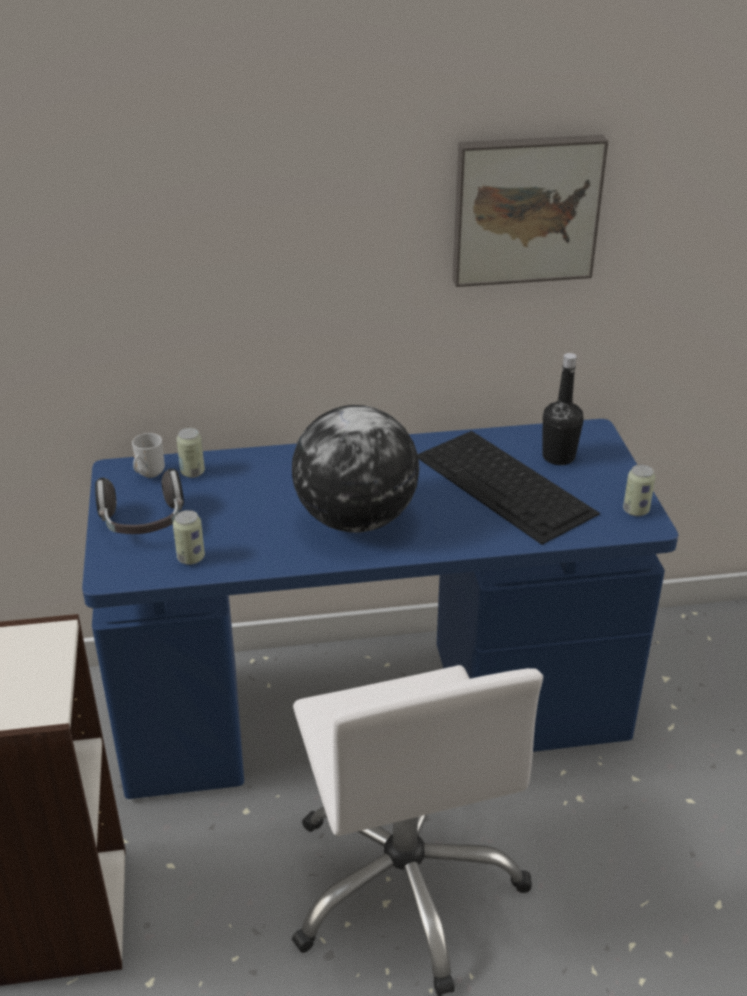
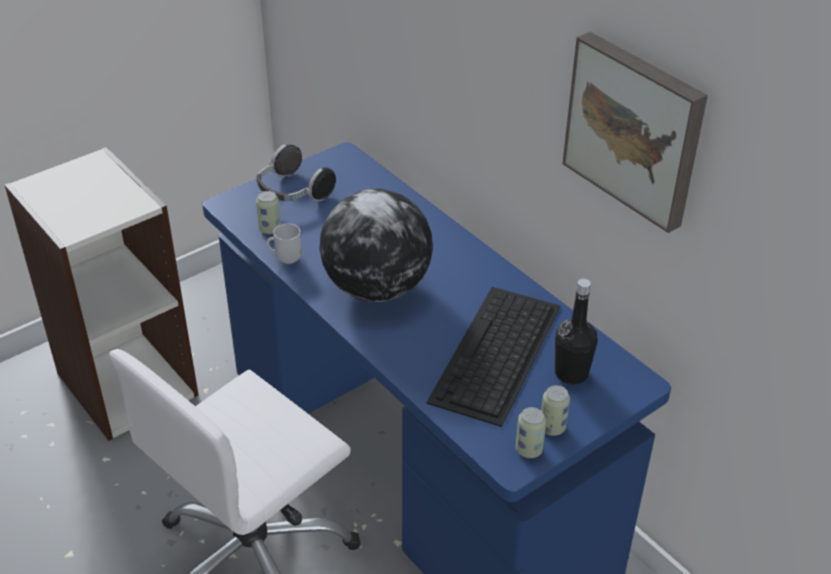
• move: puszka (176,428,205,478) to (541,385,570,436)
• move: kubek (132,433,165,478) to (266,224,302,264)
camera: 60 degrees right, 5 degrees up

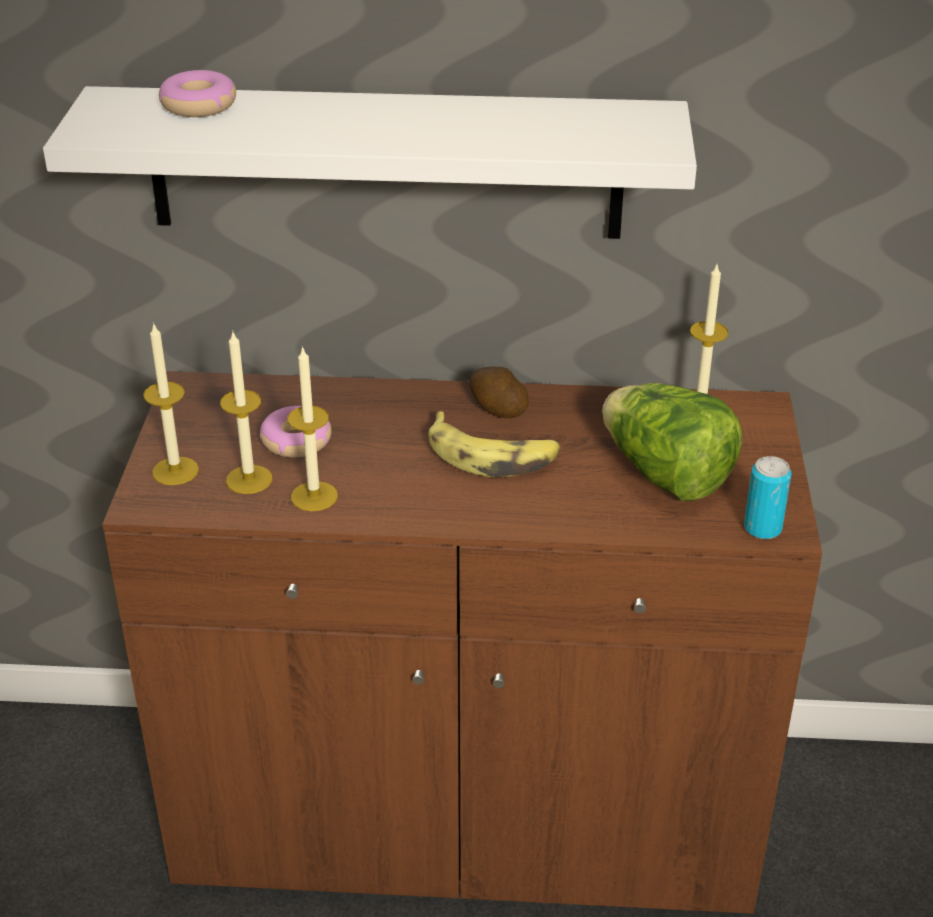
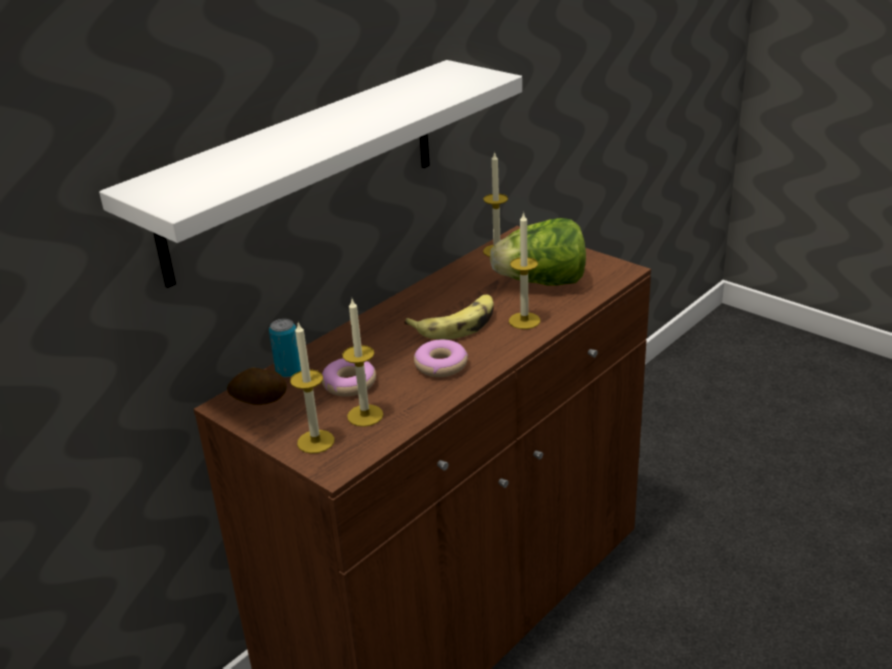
• move: donut (159,70,236,117) to (414,339,468,377)
• move: świeca (287,346,338,511) to (509,212,540,329)
• move: ziemniak (469,367,529,418) to (227,368,287,405)
• move: puszka (744,456,792,539) to (269,319,301,378)
camera: 50 degrees left, 5 degrees down

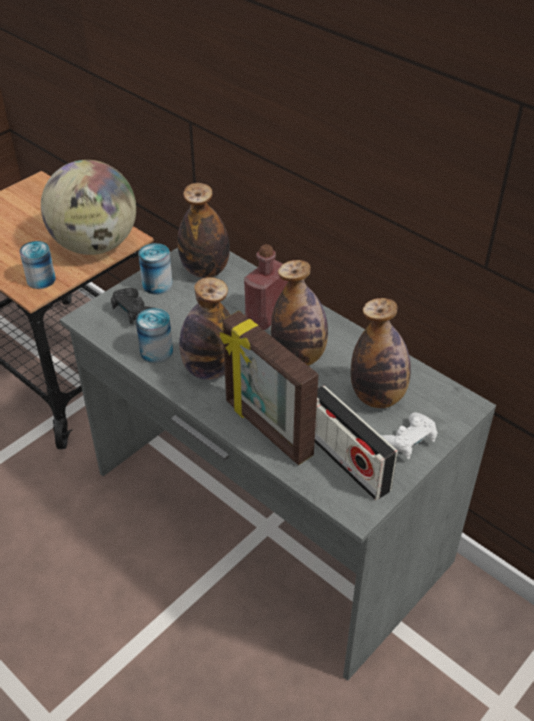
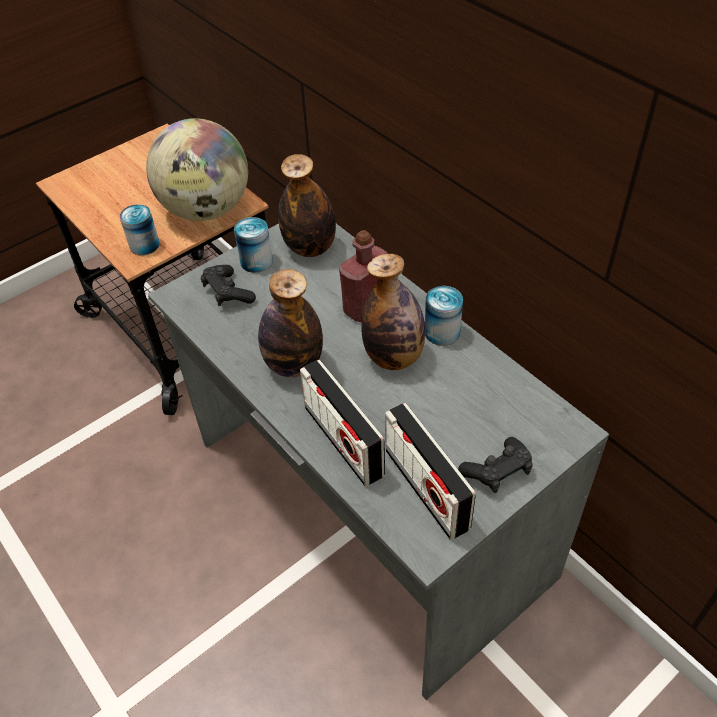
• delete: butelka (351,298,411,408)
• move: puszka (136,308,173,363) to (425,286,463,346)
• replace: ramka na zdjęcie (220,311,318,465) to radio (300,360,385,487)
• recolor: pad do gier/biały (381,412,437,459) to pad do gier/czarny (458,437,533,493)
camera: 10 degrees right, 5 degrees up

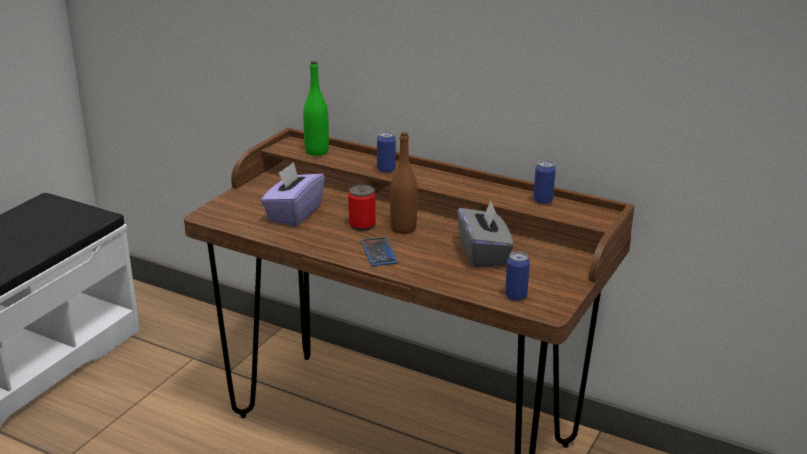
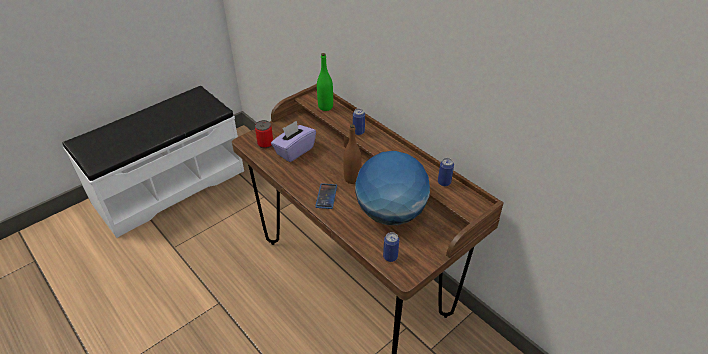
• move: puszka (348,184,375,231) to (255,120,273,149)
• replace: pudełko chusteczek/szary (457,201,514,268) to globus (355,151,430,225)
camera: 20 degrees right, 15 degrees up

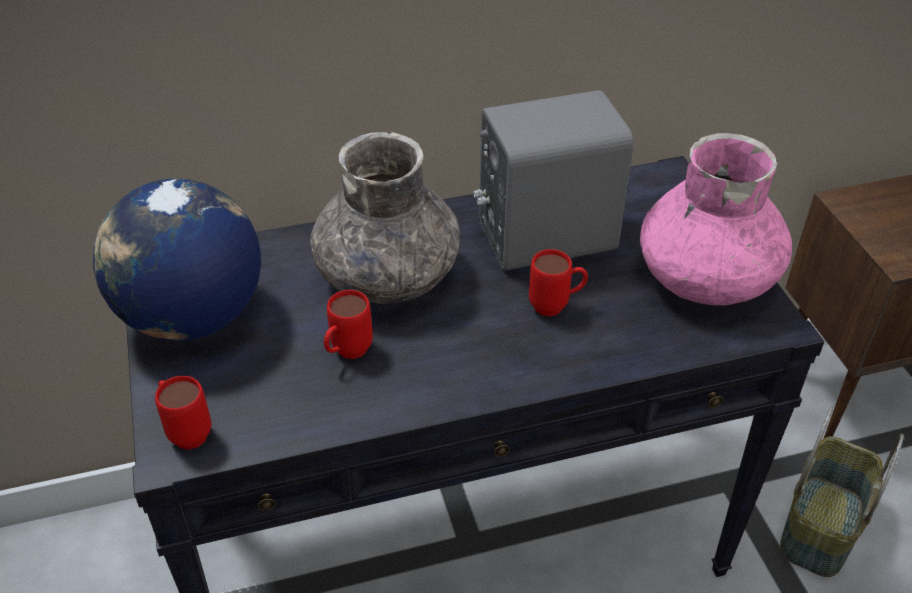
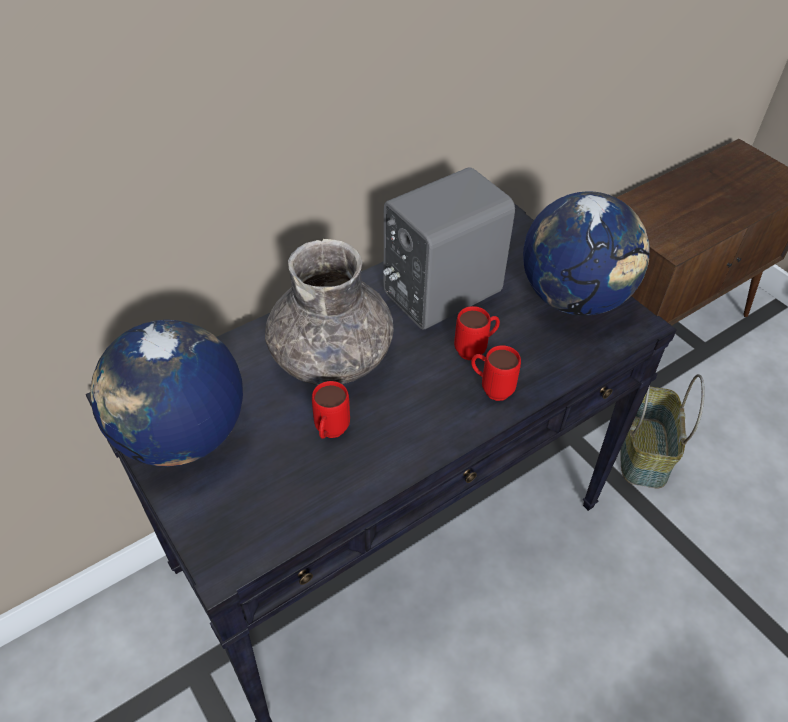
• replace: wazon/różowy (640,133,792,306) to globus (523,191,650,316)
• move: kubek/czerwony (155,376,211,450) to (471,345,521,401)
camera: 20 degrees left, 5 degrees up

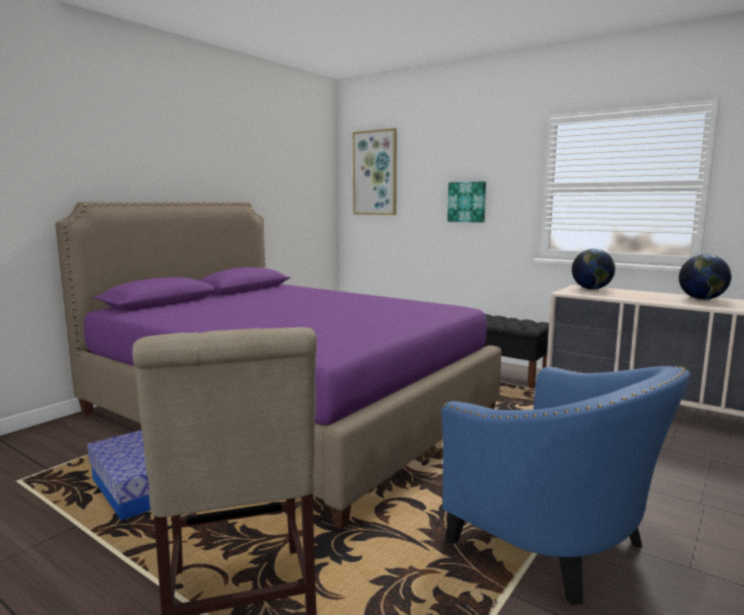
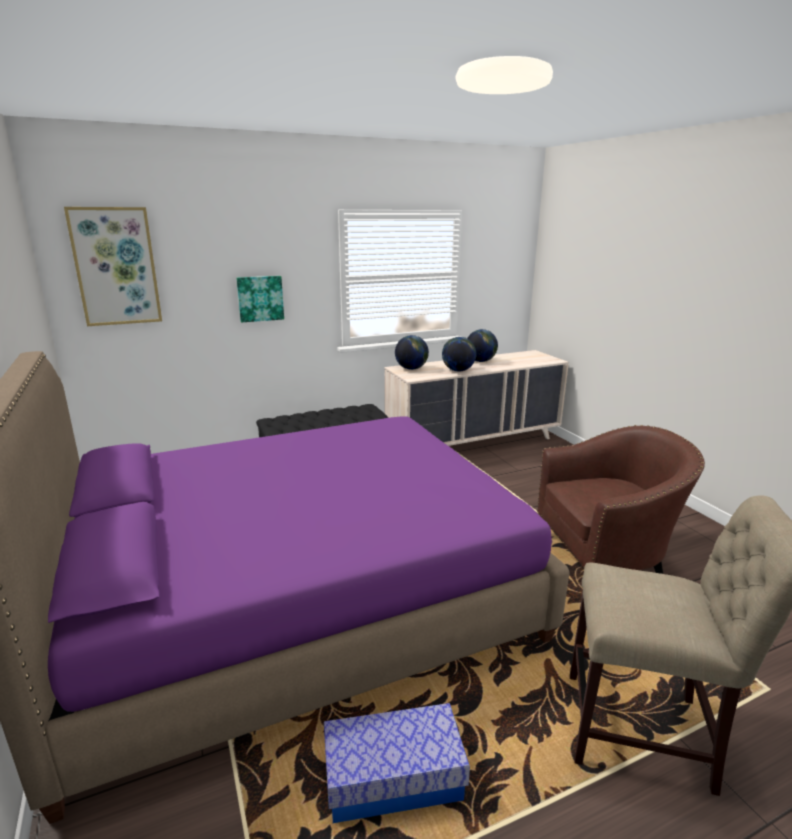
• recolor: fotel/niebieski (441,366,690,605) to fotel/brązowy (537,425,705,574)
• insert: globus (442,337,477,372)
camera: 60 degrees left, 10 degrees up

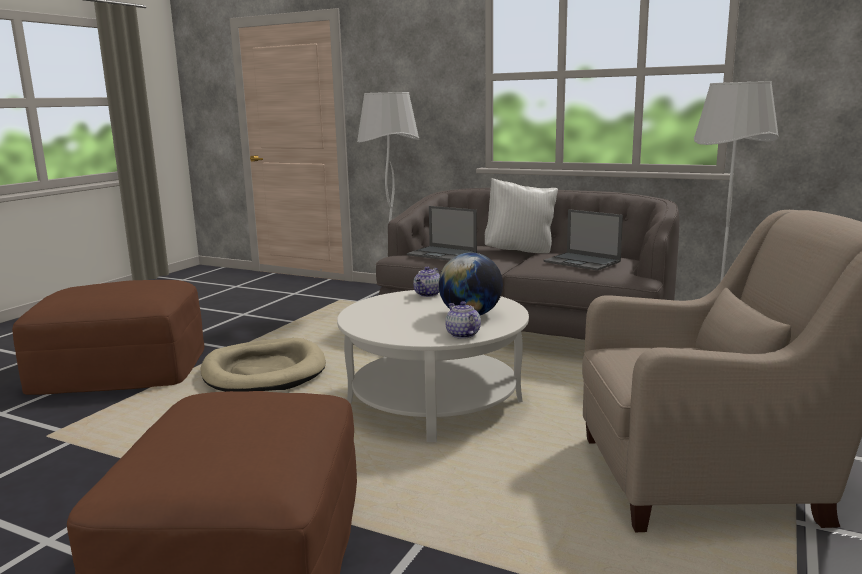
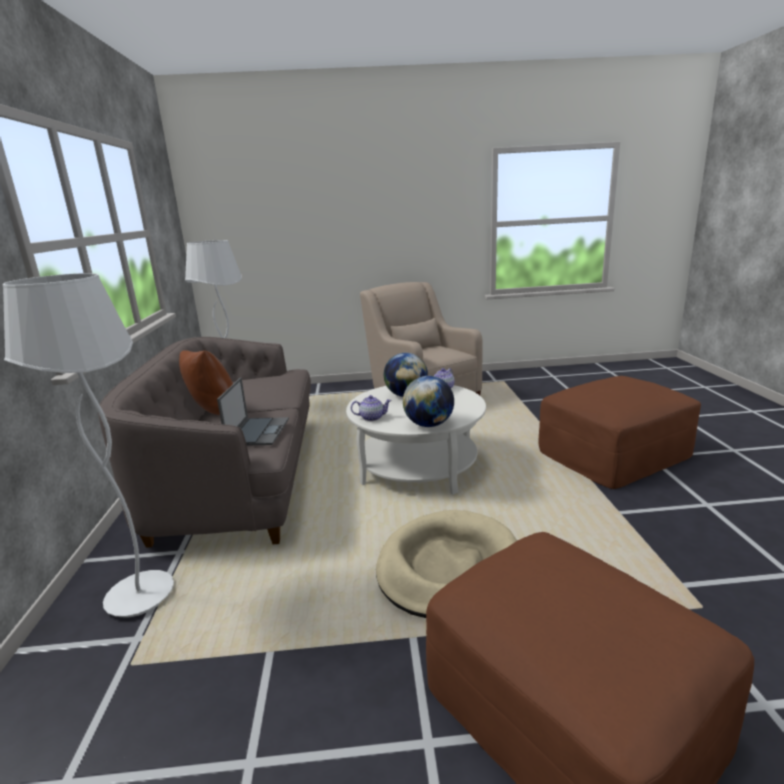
• recolor: poduszka/biały (485,178,558,253) to poduszka/brązowy (179,350,233,415)
• delete: laptop (544,209,623,271)
• insert: globus (403,376,454,427)
camera: 120 degrees left, 5 degrees up

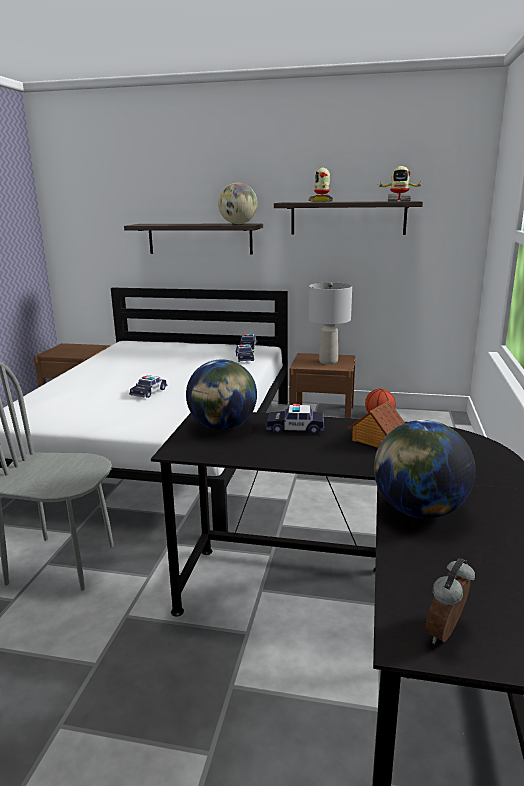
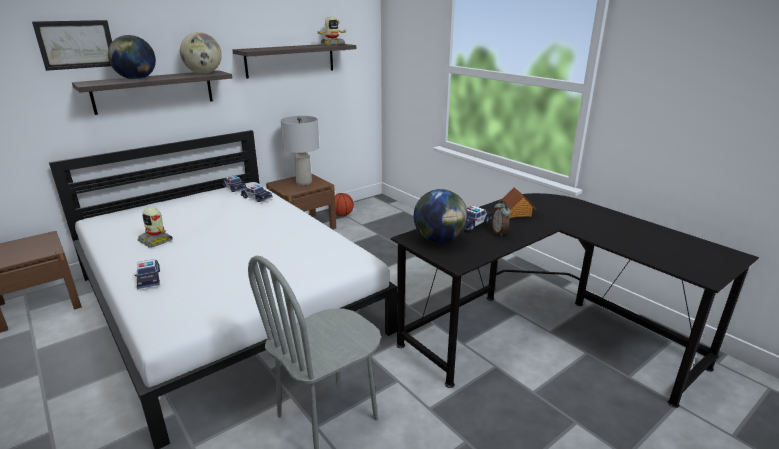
• move: robot zabawkowy (308,168,333,202) to (138,207,173,247)
• move: samochodzik (129,375,167,398) to (135,259,160,289)
• move: globus (374,420,476,518) to (108,35,156,80)
• move: budzik (425,558,475,644) to (492,201,511,236)
• insert: obraz (32,20,112,71)
camera: 50 degrees left, 5 degrees up

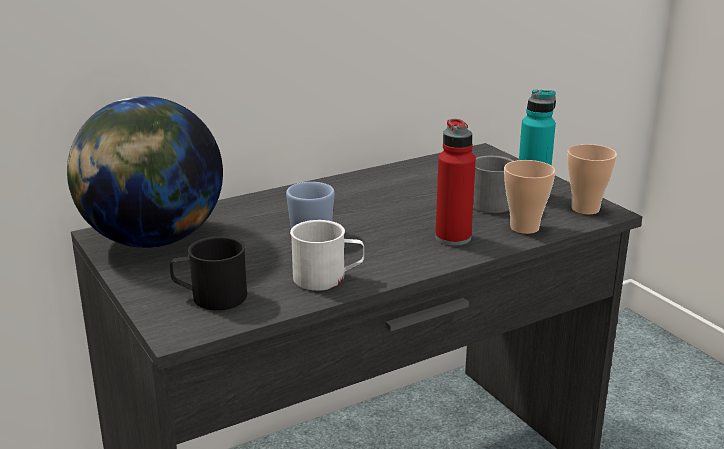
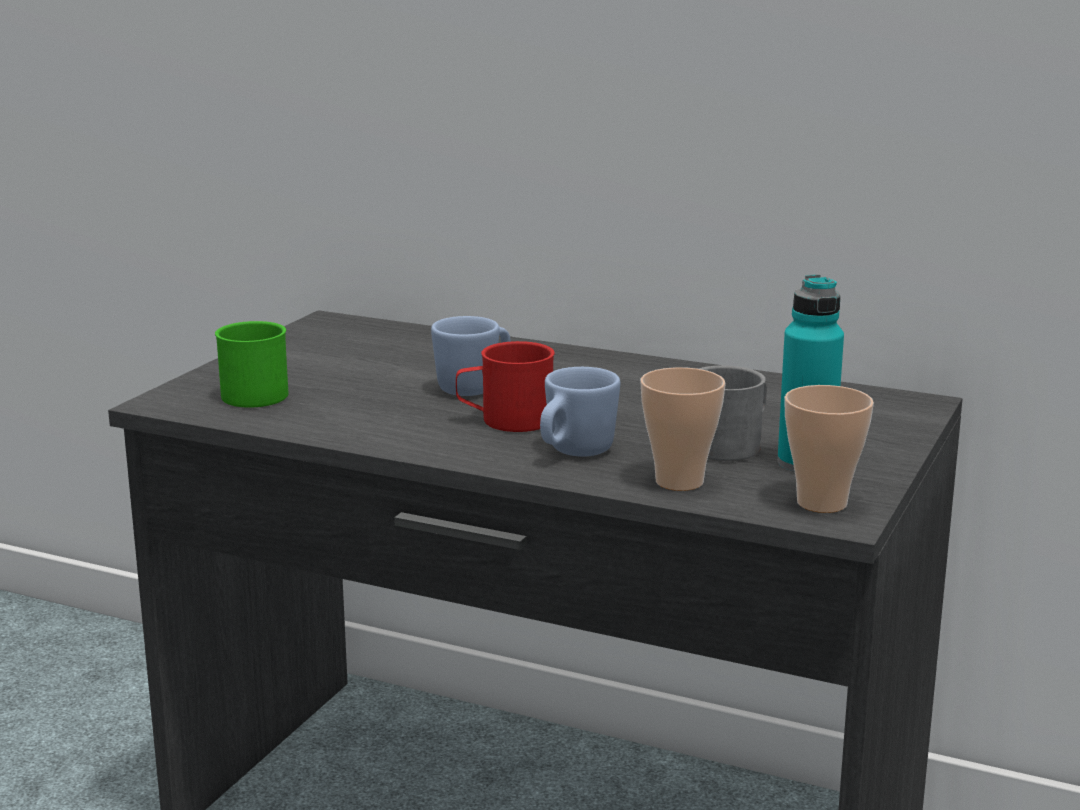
• delete: globus (67,96,223,248)
• replace: butelka/czerwony (435,119,476,246) to kubek/niebieski (540,367,620,457)
• delete: kubek/biały (290,220,364,291)
• recolor: kubek/czarny (170,236,247,310) to kubek/zielony (215,321,288,408)
• insert: kubek/czerwony (456,341,555,432)
camera: 55 degrees right, 5 degrees down

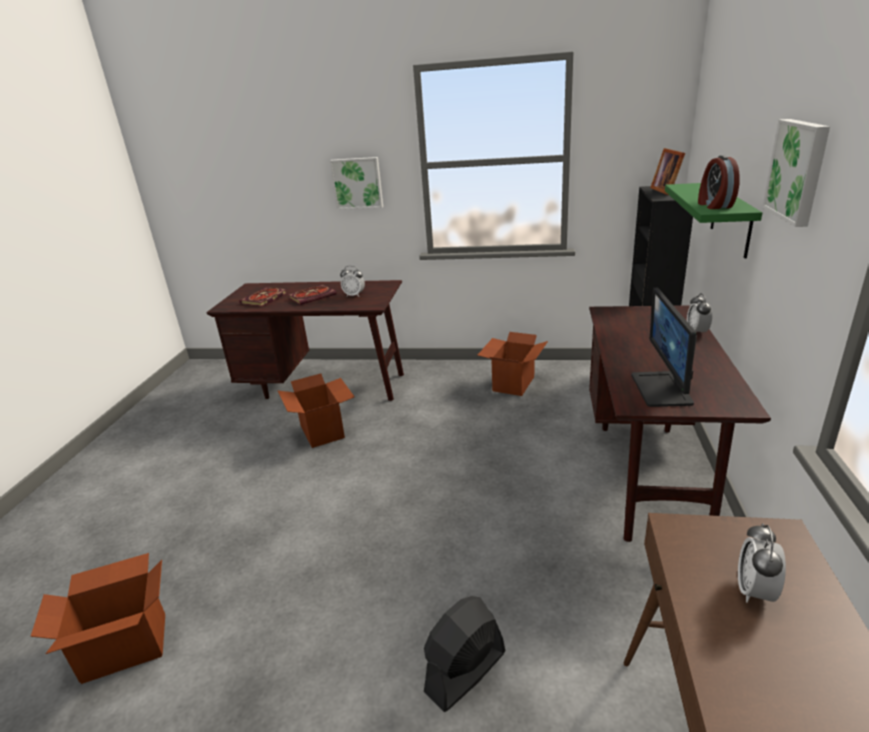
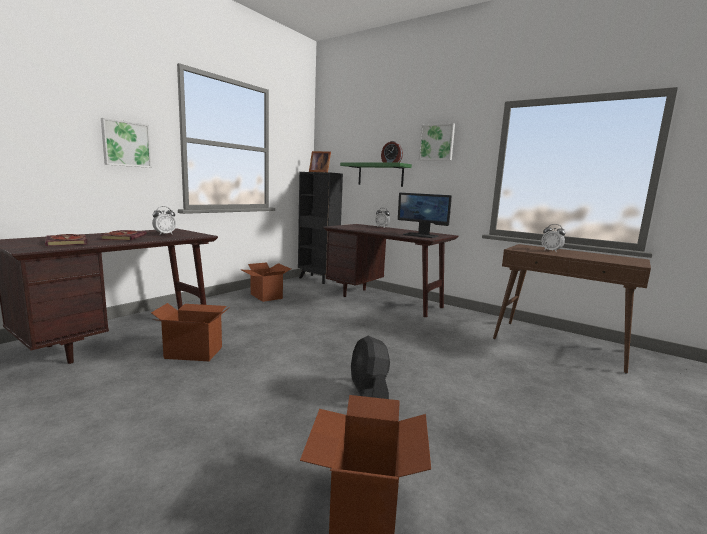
• move: wentylator/czarny (424,596,505,712) to (351,336,390,399)
camera: 65 degrees left, 15 degrees down

